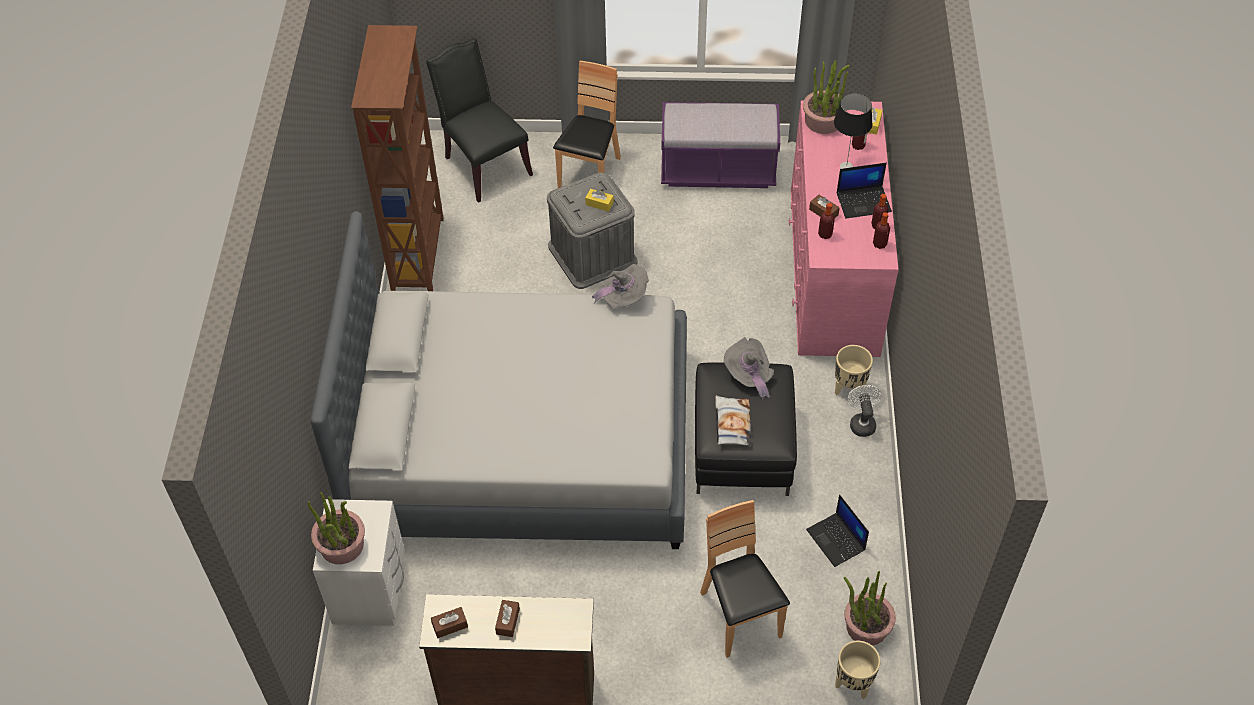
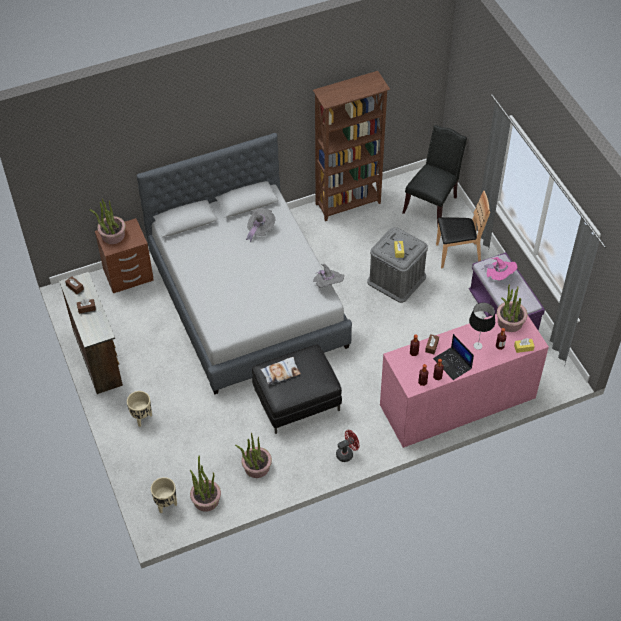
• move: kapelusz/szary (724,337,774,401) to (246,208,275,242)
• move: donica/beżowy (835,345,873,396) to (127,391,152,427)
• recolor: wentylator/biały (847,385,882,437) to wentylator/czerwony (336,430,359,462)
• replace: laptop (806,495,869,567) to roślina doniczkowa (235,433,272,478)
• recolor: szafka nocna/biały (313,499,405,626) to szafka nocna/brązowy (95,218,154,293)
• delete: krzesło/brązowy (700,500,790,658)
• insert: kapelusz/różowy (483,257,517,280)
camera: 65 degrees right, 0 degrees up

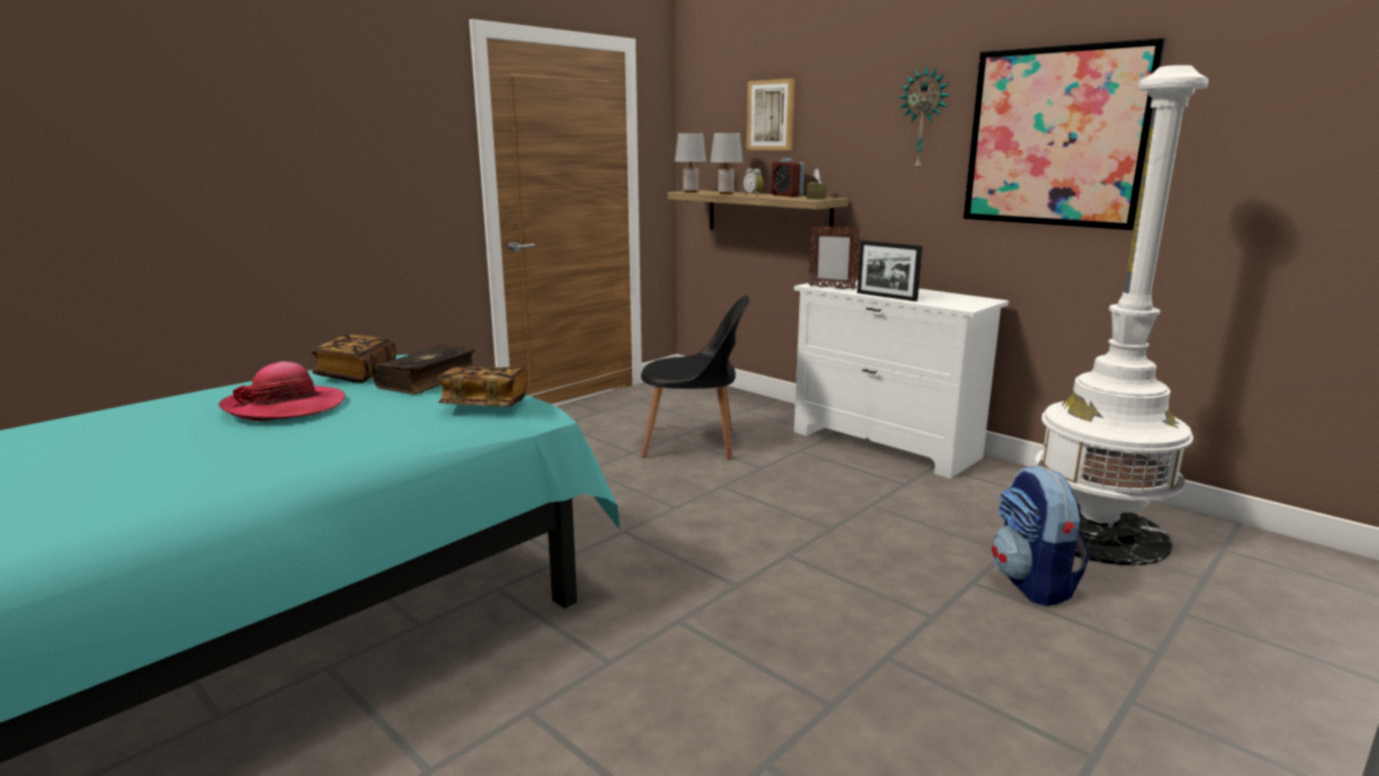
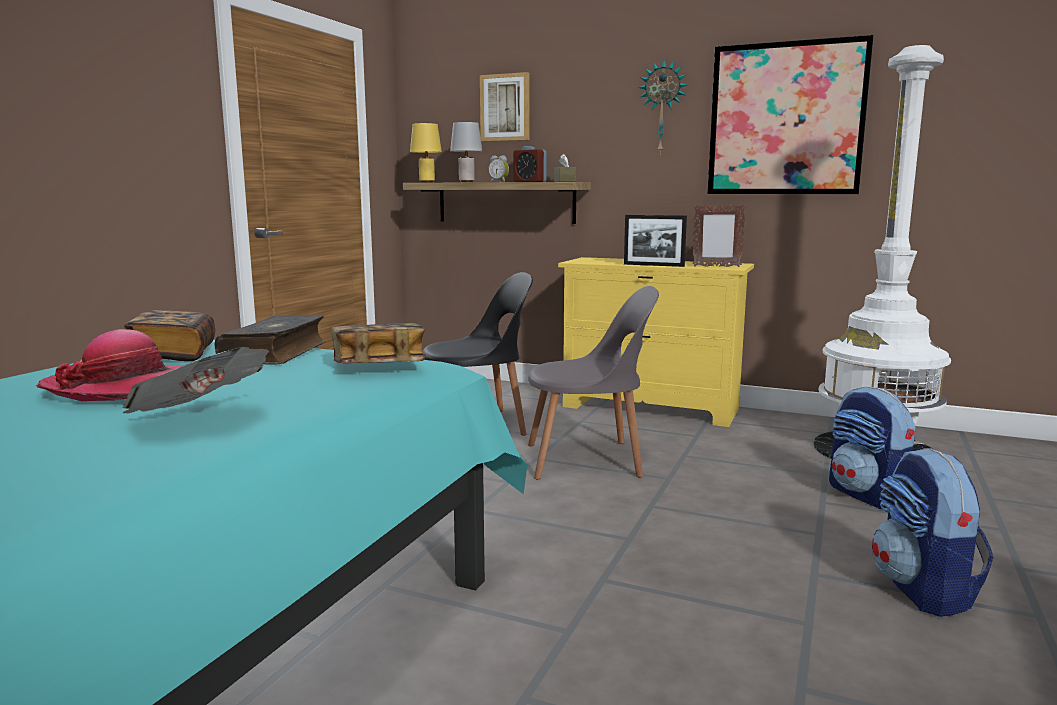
• recolor: lampa stołowa/szary (675,133,706,193) to lampa stołowa/żółty (410,123,442,183)
• move: ramka na zdjęcie (809,226,861,290) to (693,204,746,267)
• recolor: komoda/biały (794,280,1009,479) to komoda/żółty (558,257,754,427)
• insert: krzesło/szary (528,286,659,479)
• insert: gazeta (122,347,269,413)
• insert: plecak (872,448,994,617)
camera: 20 degrees left, 5 degrees down

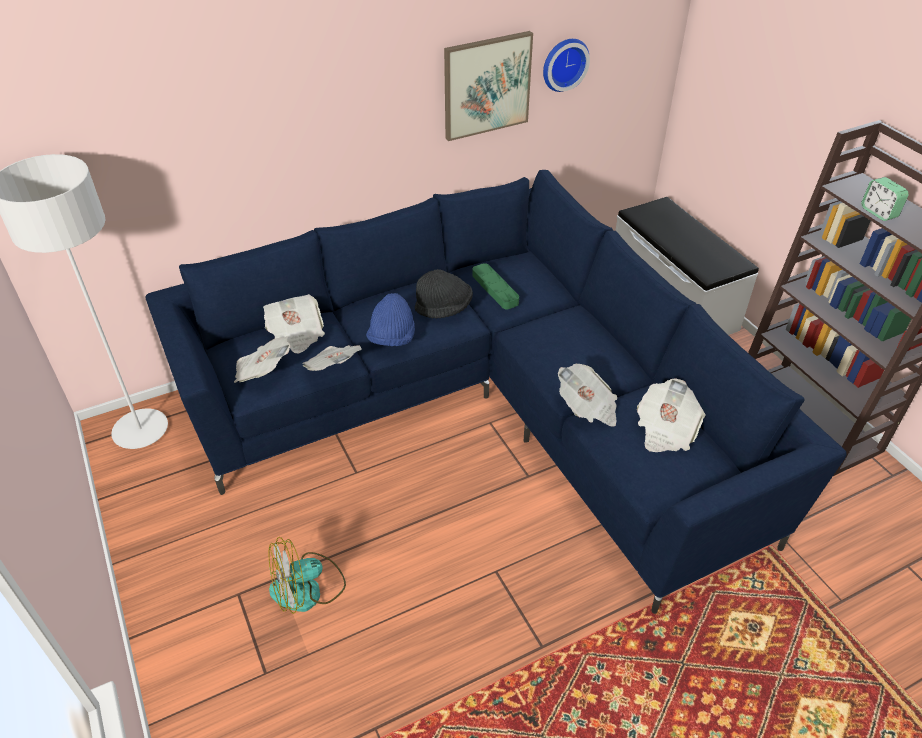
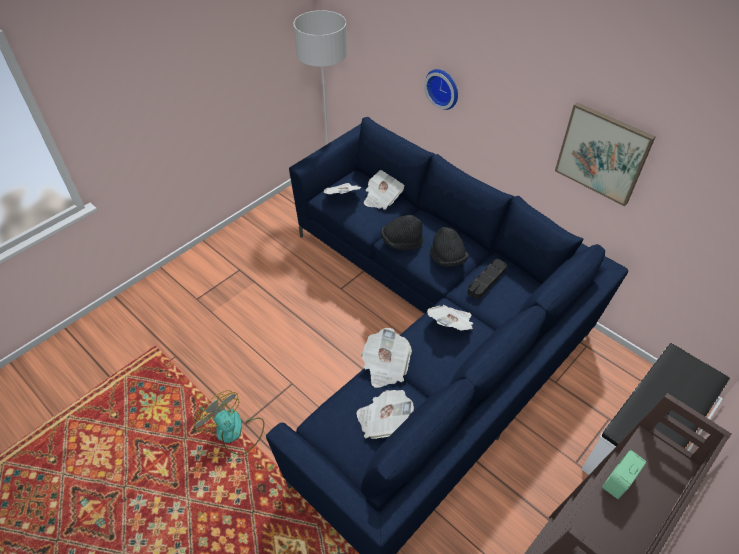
• move: zegar ścienny (543,39,590,92) to (424,69,458,110)
• recolor: taca/zielony (472,263,519,309) to taca/czarny (467,259,507,299)
• recolor: kapelusz/niebieski (366,293,415,346) to kapelusz/czarny (381,215,423,250)
• move: gazeta (302,345,362,371) to (427,305,473,331)
• move: wentylator (268,537,346,614) to (193,390,264,455)
camera: 70 degrees right, 5 degrees up

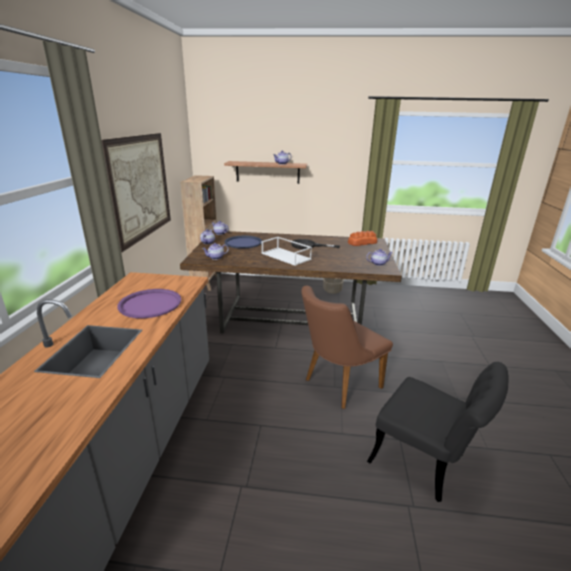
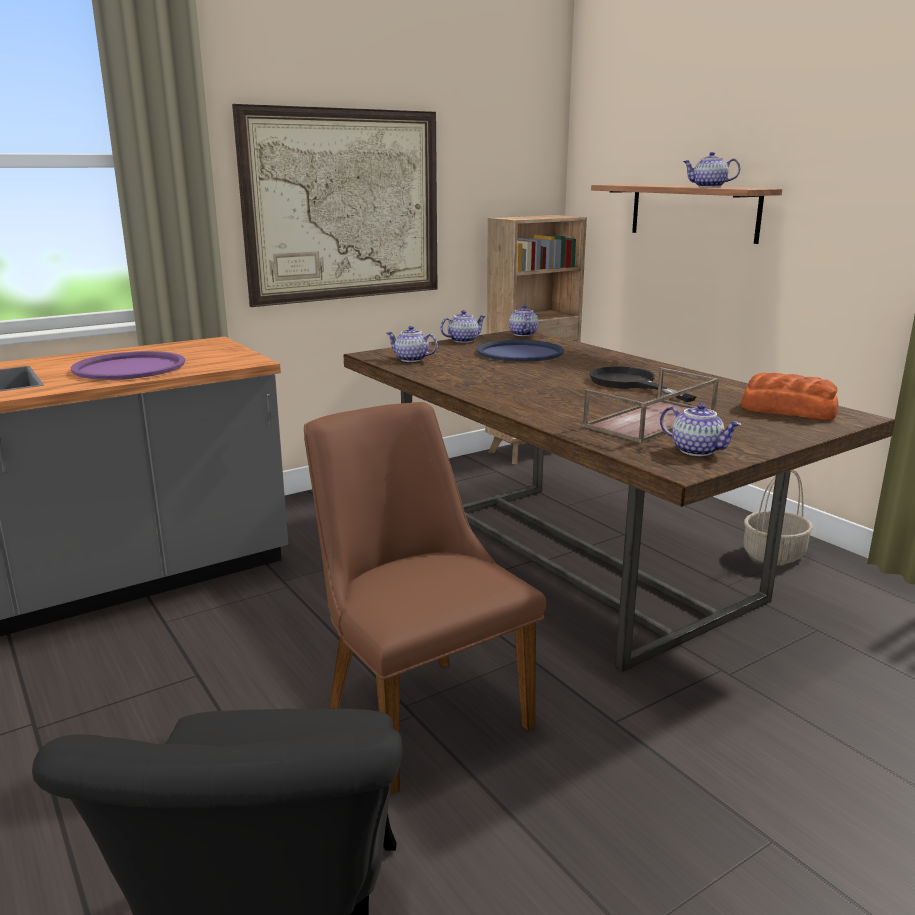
• delete: taca/biały (262,237,312,266)
• rotate: krzesło/brązowy (302,285,393,409) = (304,402,546,795) 45 degrees clockwise
• insert: taca/brązowy (583,367,719,443)
camera: 50 degrees right, 5 degrees down

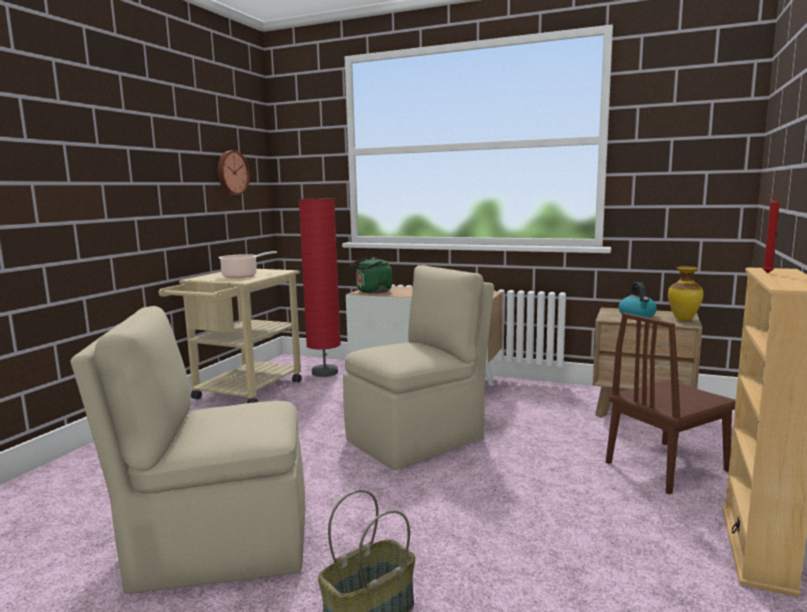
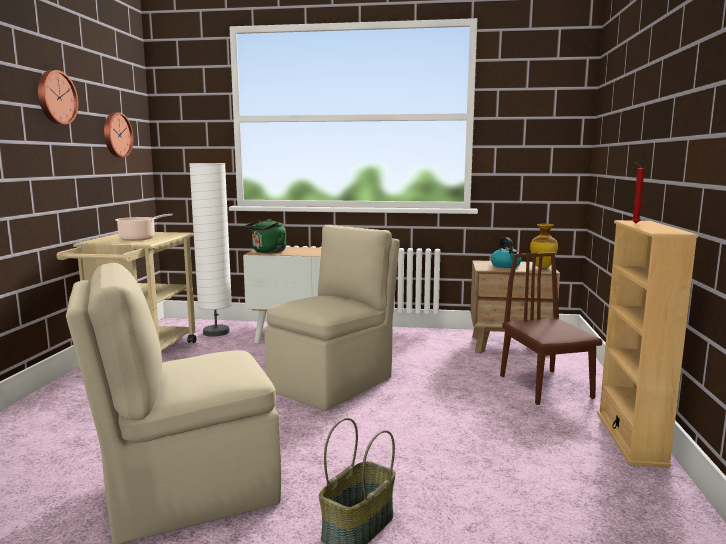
• recolor: lampa stojąca/czerwony (299,198,341,377) to lampa stojąca/biały (189,163,232,337)
• rotate: krzesło/brązowy (606,313,736,494) = (500,252,602,405) 120 degrees clockwise
• insert: zegar ścienny (38,70,78,125)
camera: 15 degrees left, 0 degrees up

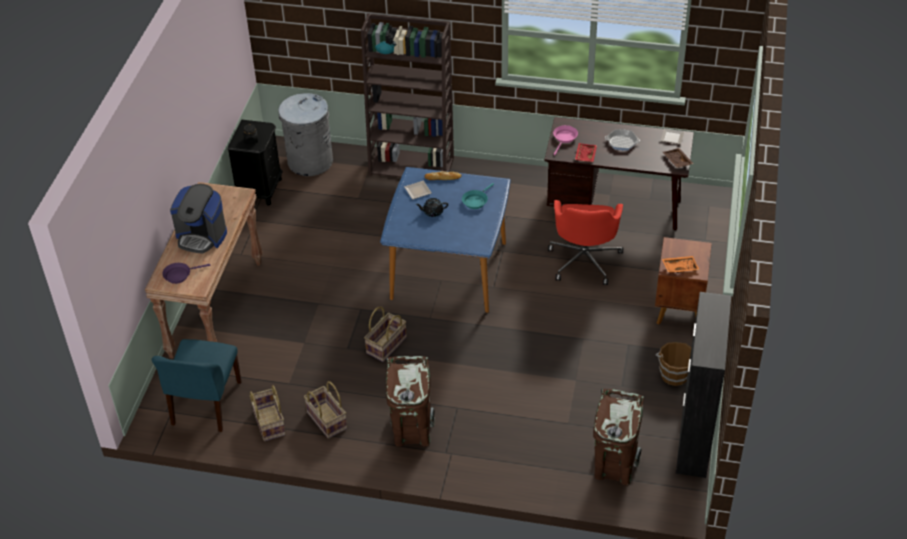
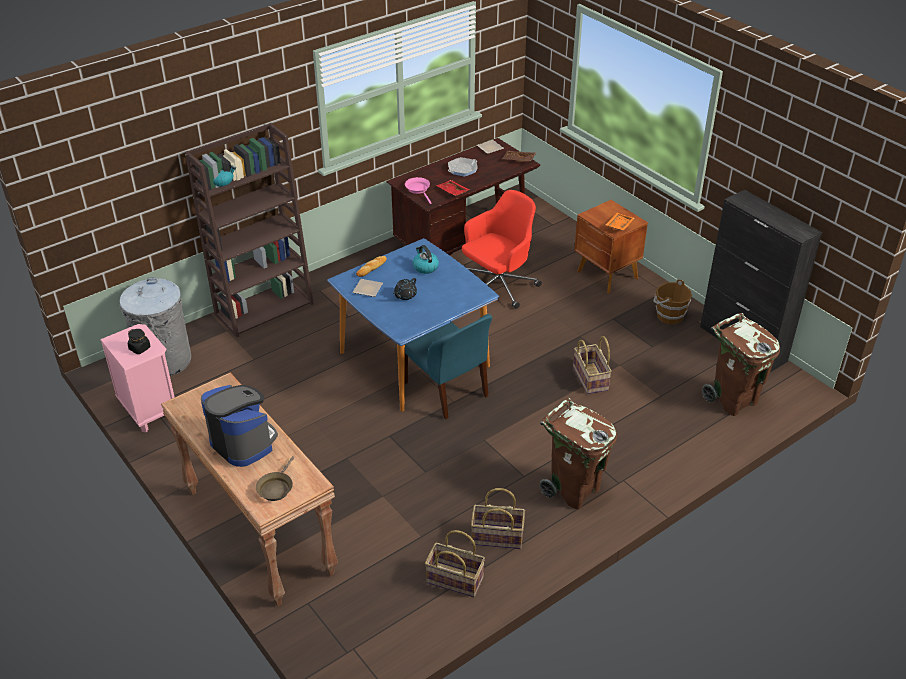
• recolor: szafka nocna/czarny (228,120,283,206) to szafka nocna/różowy (100,324,175,432)
• replace: patelnia/turkusowy (462,183,494,209) to czajnik (412,245,439,274)
• rotate: ekspres do kawy (170,184,227,253) = (201,385,278,467) 105 degrees counterclockwise
• rotate: krzesło biurowe/czerwony (548,200,623,285) = (462,190,542,309) 90 degrees counterclockwise
• recolor: patelnia/fioletowy (162,263,211,284) to patelnia/brązowy (256,456,294,501)
• move: koszyk (364,306,407,362) to (573,336,612,394)
• move: krzesło/niebieski (152,339,242,432) to (405,314,492,419)
camera: 50 degrees left, 5 degrees down

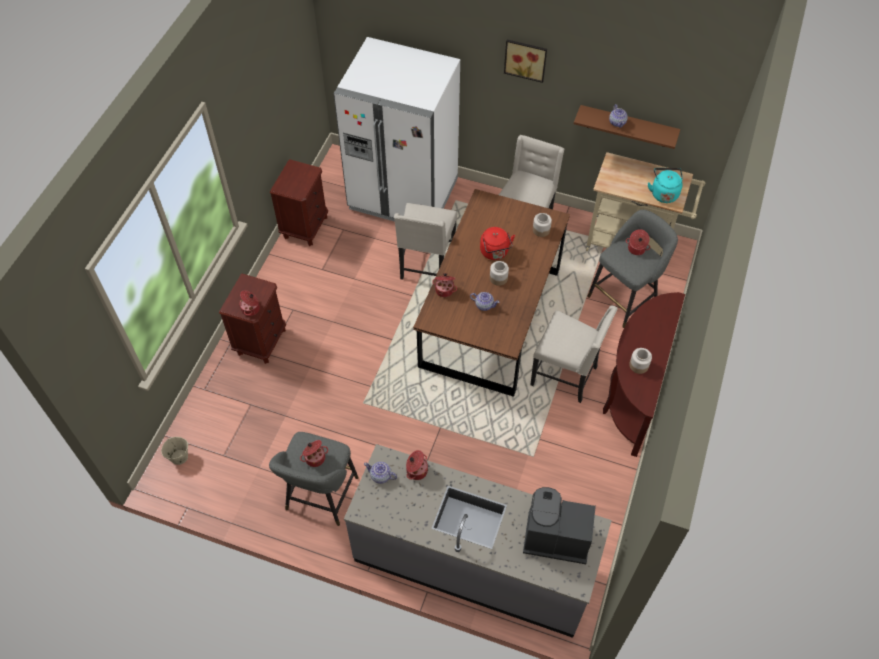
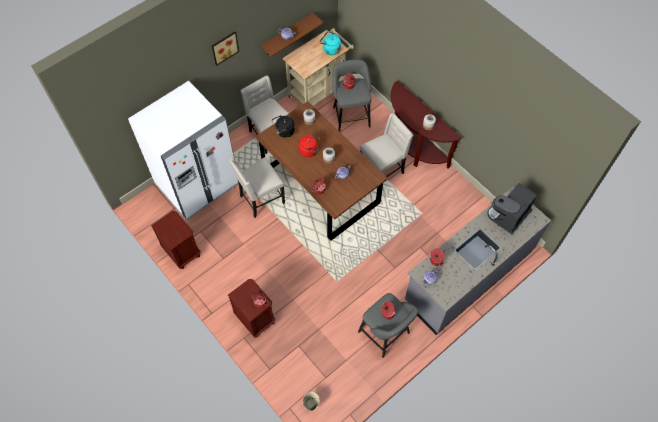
• rotate: krzesło/beżowy (394,203,457,280) = (229,157,285,218) 105 degrees clockwise
• insert: czajnik/czarny (272,115,295,137)
camera: 60 degrees left, 5 degrees up

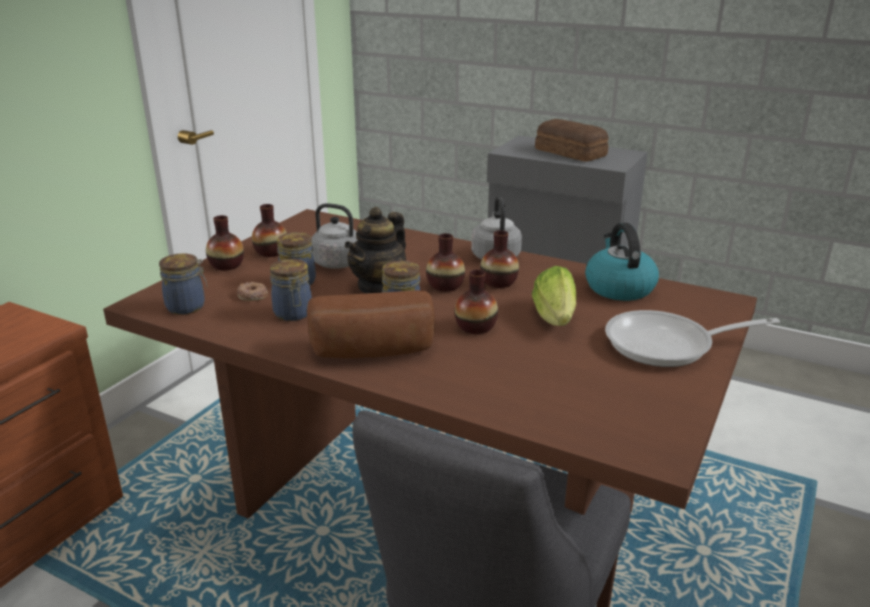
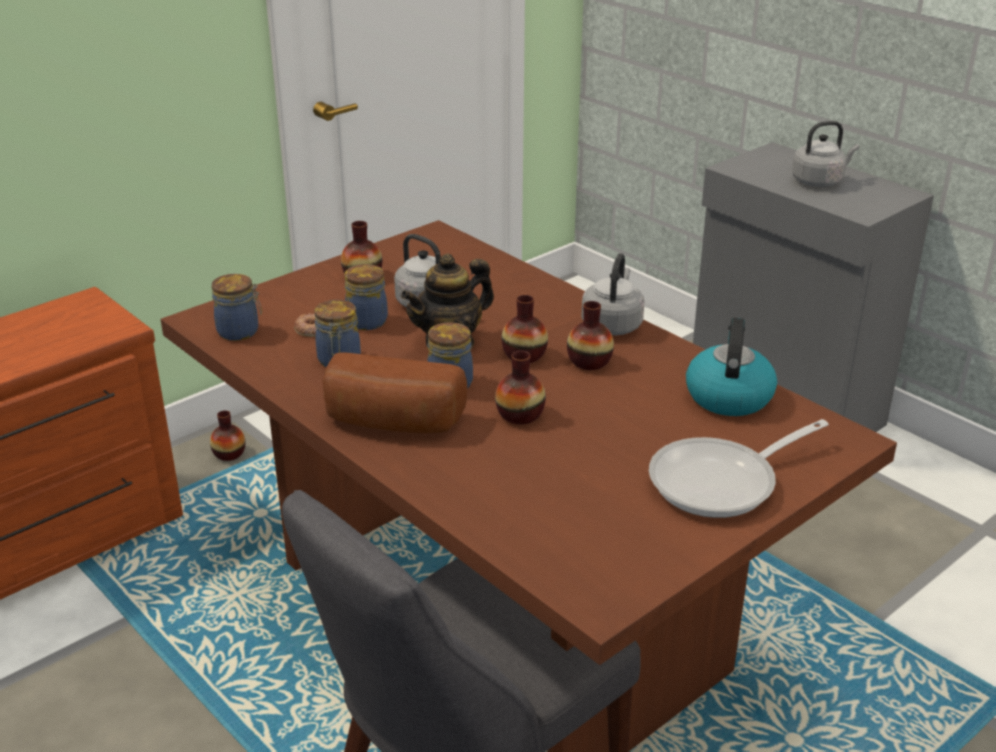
• replace: chleb (535,119,608,162) to czajnik/szary (792,121,859,187)
• move: wazon (206,215,244,270) to (210,410,246,461)
• delete: sałata (532,266,576,326)
• rotate: patelnia (605,310,780,367) = (649,419,829,518) 45 degrees counterclockwise
camera: 20 degrees right, 5 degrees up

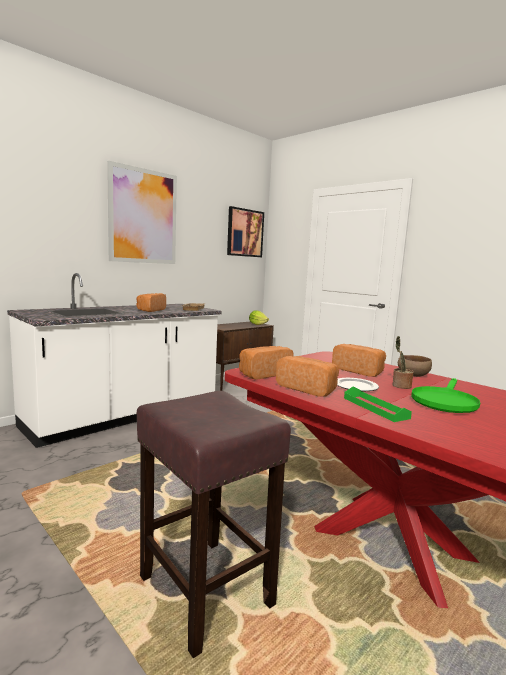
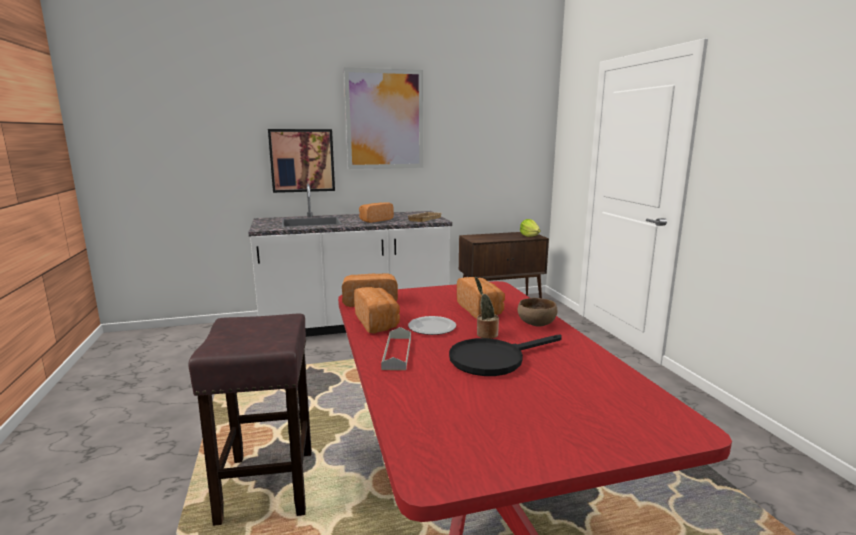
• move: obraz (227,206,264,257) to (268,129,335,193)
• recolor: patelnia/zielony (411,378,480,413) to patelnia/czarny (449,335,562,376)
• recolor: taca/zielony (344,387,412,422) to taca/szary (381,327,411,370)
camera: 30 degrees right, 5 degrees up

